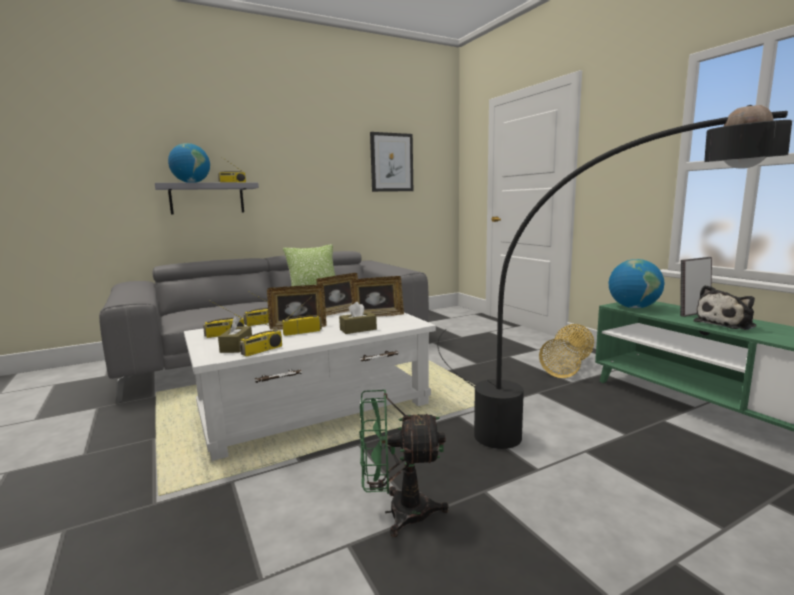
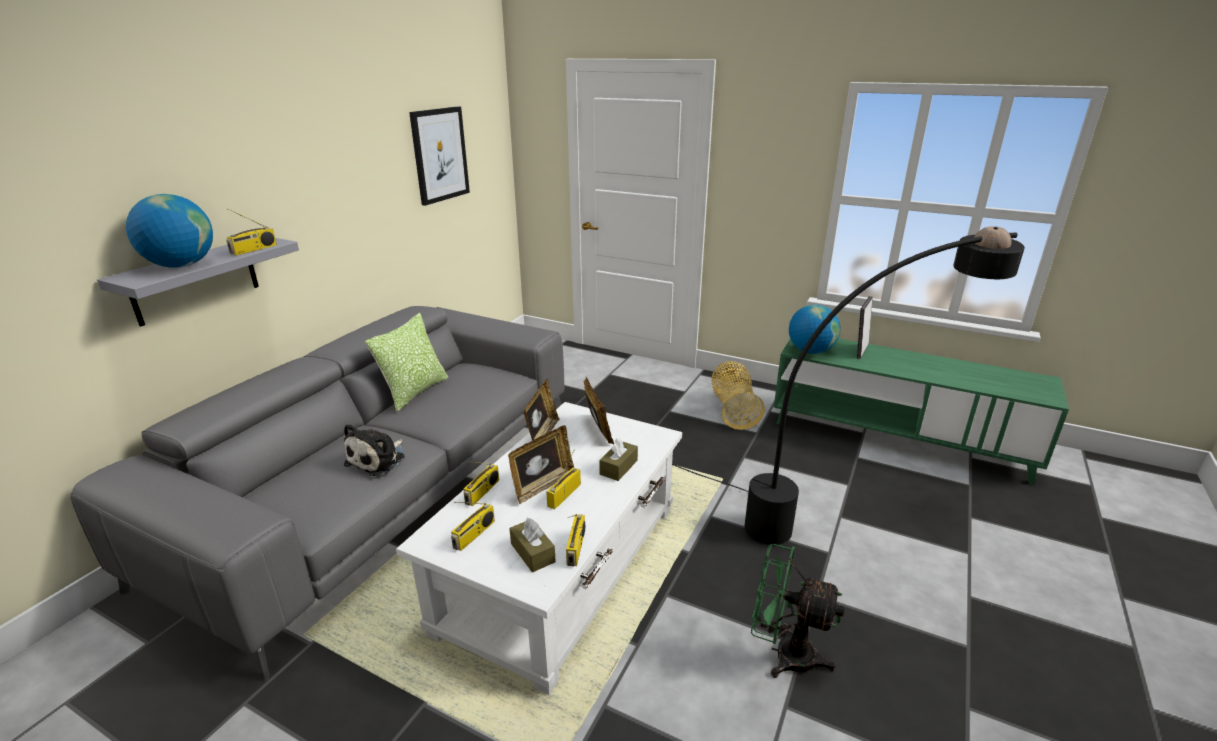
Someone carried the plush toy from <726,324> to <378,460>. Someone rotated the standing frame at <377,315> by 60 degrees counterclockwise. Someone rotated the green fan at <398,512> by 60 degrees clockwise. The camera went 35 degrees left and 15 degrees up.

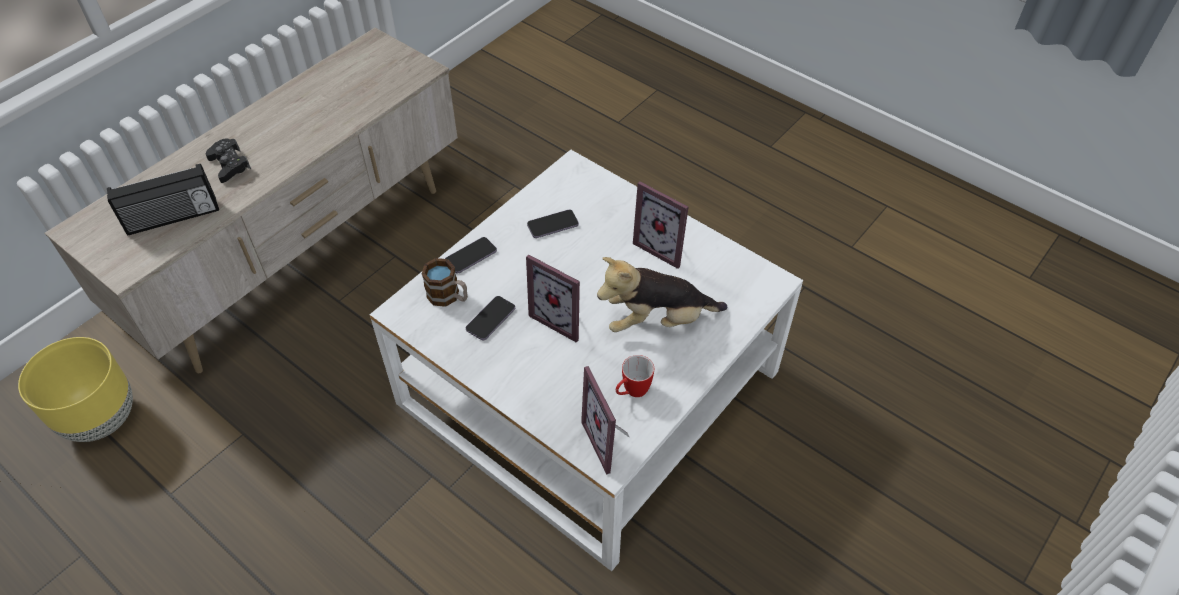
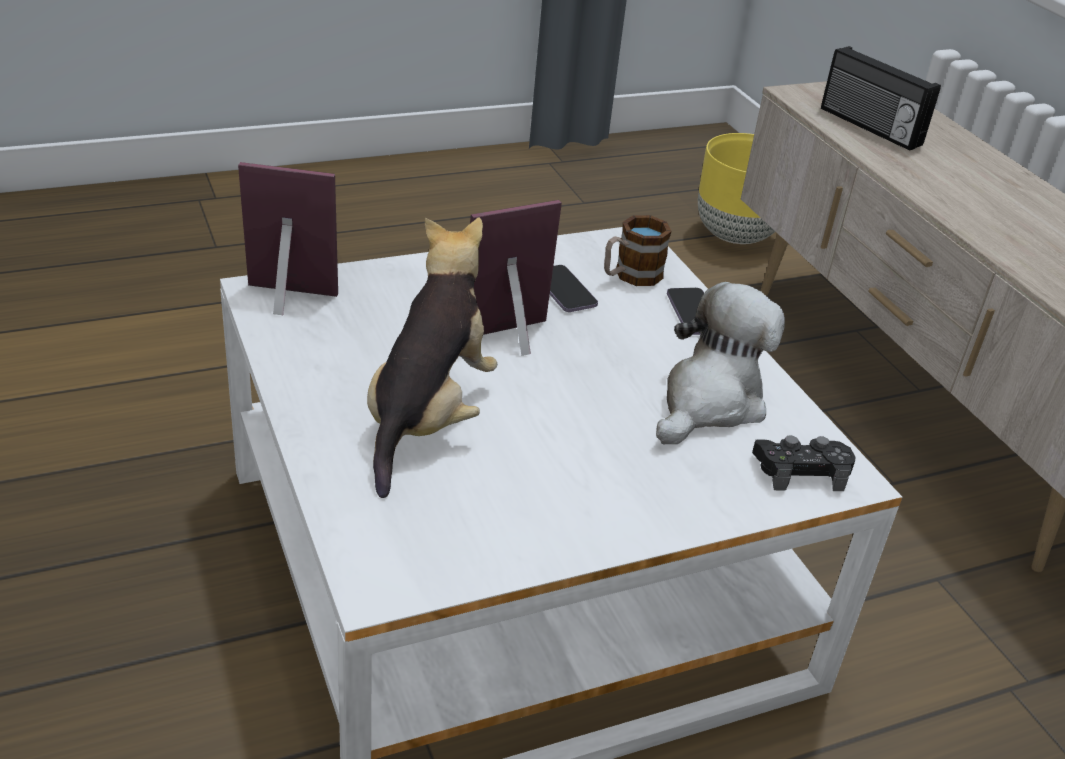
Someone swapped the telephone at <552,225> for the plush toy at <709,402>. Someone carried the black-coloured gamepad from <229,165> to <801,470>. Someone rotated the radio at <173,218> by 45 degrees counterclockwise. Someone took away the mug at <631,392>. Someone took away the standing frame at <664,246>. The camera went 115 degrees right and 15 degrees down.

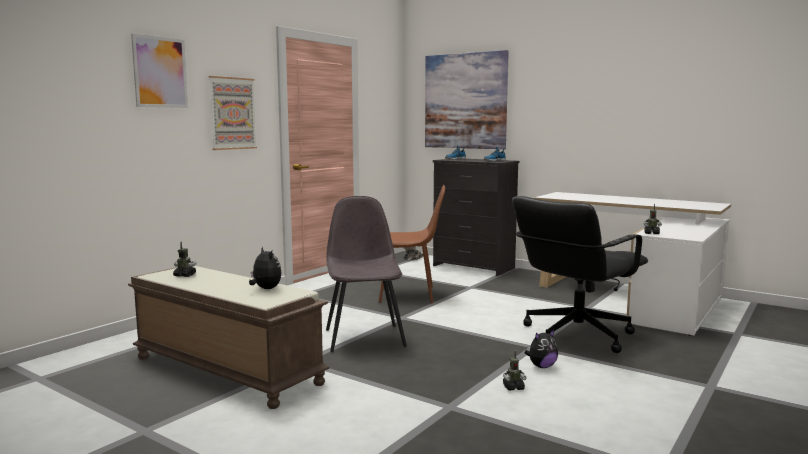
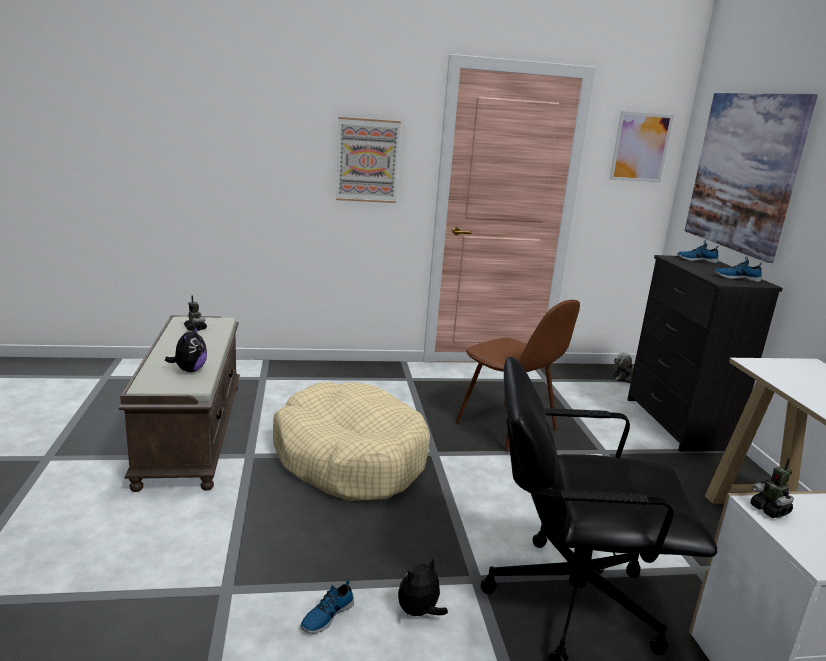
Someone swapped the greyish plain chair at <364,337> for the beige pet bed at <349,458>. Someone swapped the model robot at <513,387> for the shoe at <326,615>. Someone rotated the plush toy at <541,366> by 120 degrees clockwise. Someone carried the wall art from <160,72> to <640,147>. The camera went 45 degrees right and 10 degrees up.

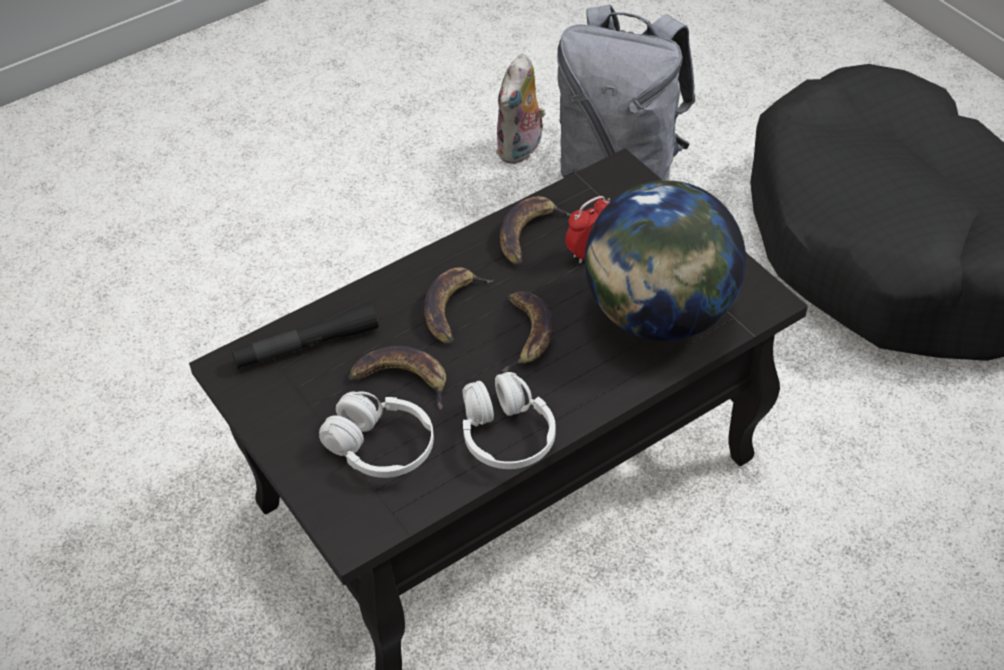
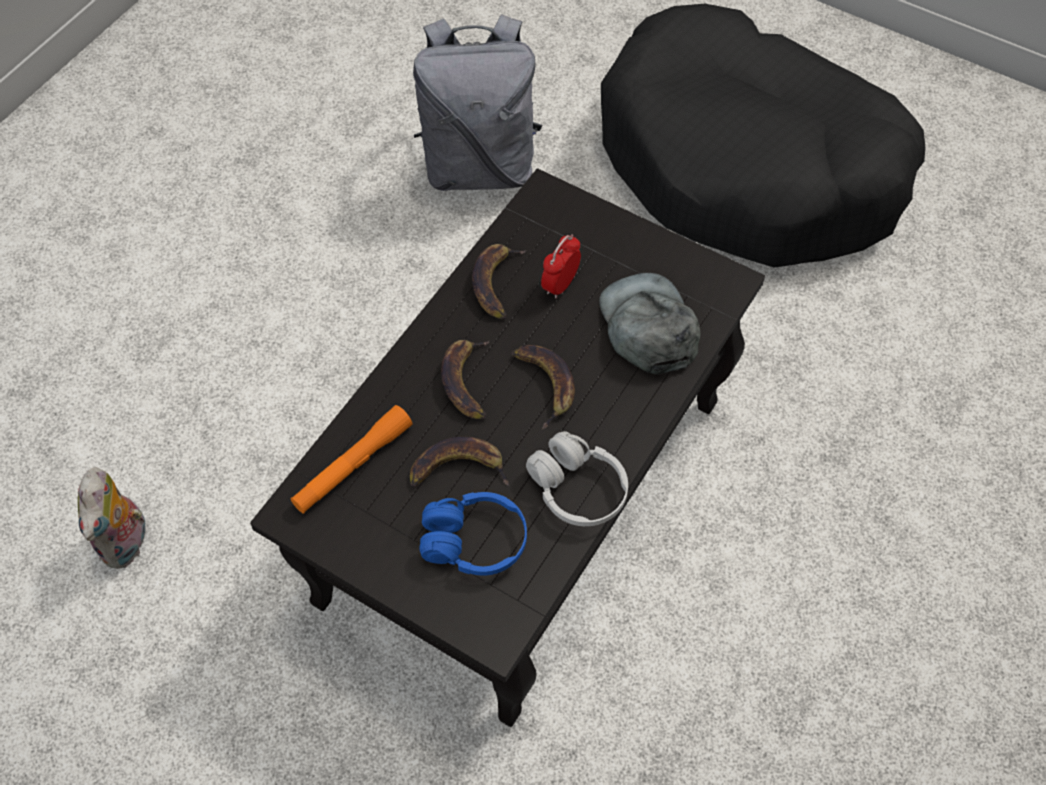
Someone carried the plush toy from <521,150> to <127,543>. Someone repainted the black-coloured torch at <306,346>, which became the orangey torch at <352,466>. Someone repainted the white pair of headphones at <380,447>, which became the blue-coloured pair of headphones at <474,542>. Someone swapped the world globe at <659,315> for the greyish peaked cap at <648,326>. The camera went 25 degrees left and 10 degrees up.

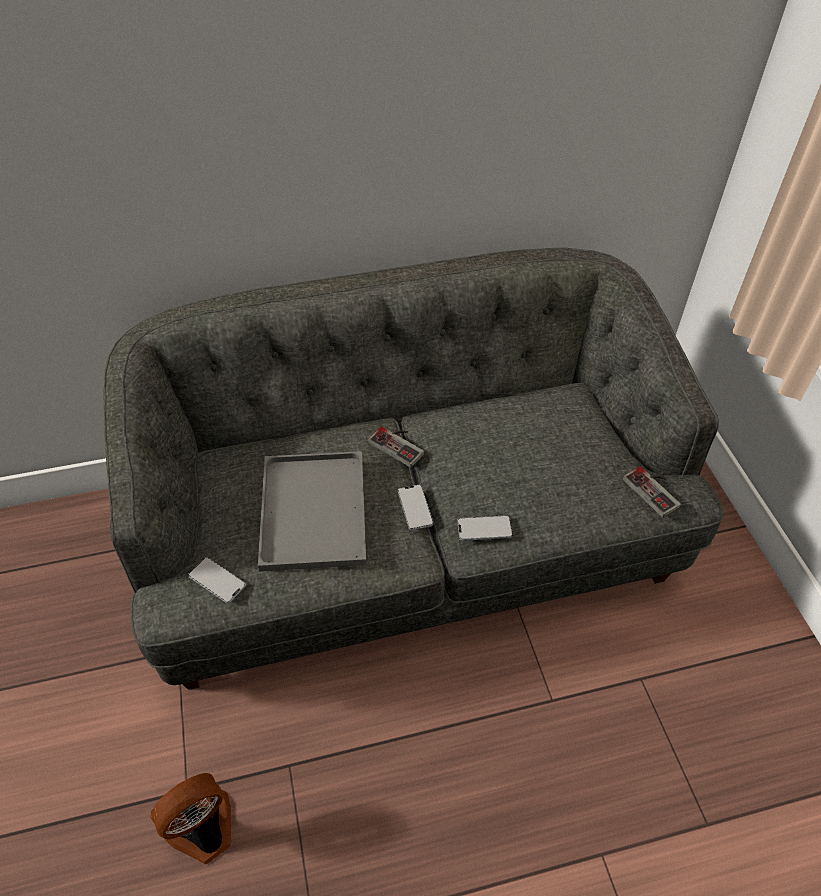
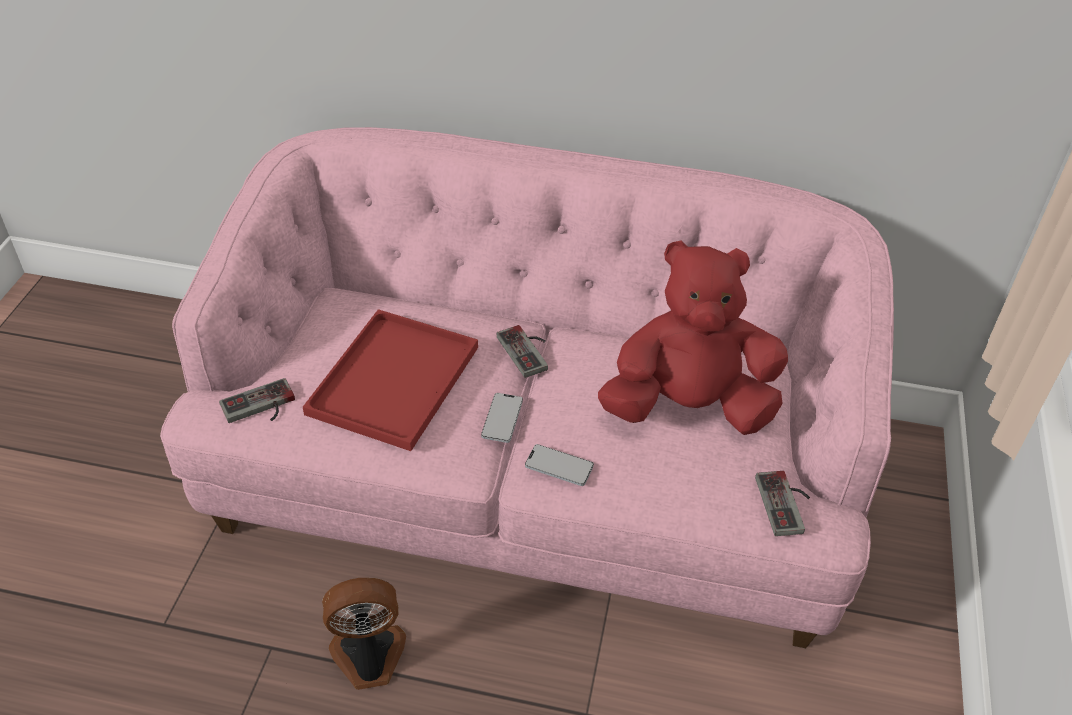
Someone repainted the greyish couch at <411,541>, which became the pink-coloured couch at <533,483>. Someone swapped the telephone at <217,580> for the gamepad at <260,408>. Someone repainted the greyish serving tray at <315,513>, which became the reddish serving tray at <394,383>. Someone carried the fan from <204,830> to <369,659>. Someone put down the reddish plush toy at <688,407>. The camera went 25 degrees right and 5 degrees down.

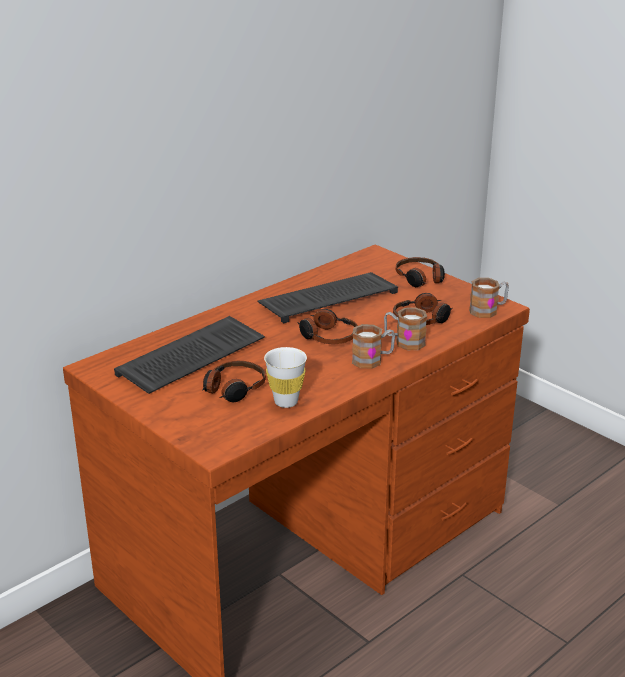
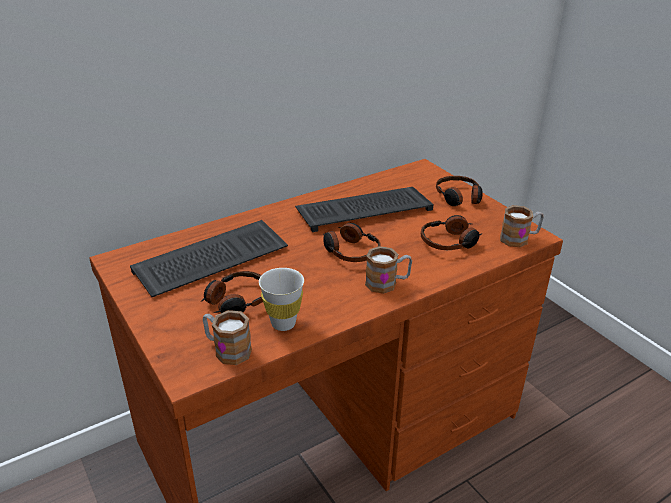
Someone carried the mug from <404,342> to <227,350>. The camera went 10 degrees right and 5 degrees up.

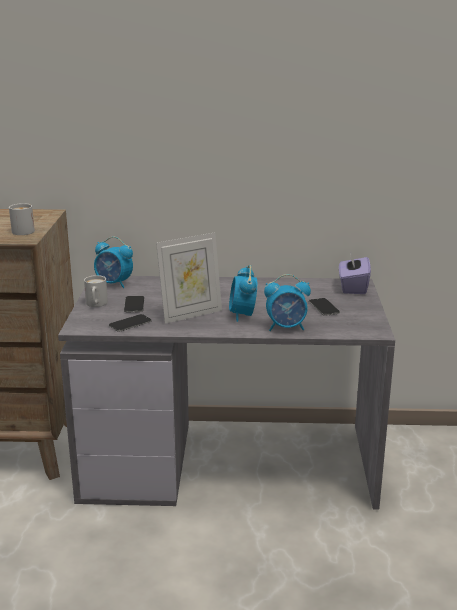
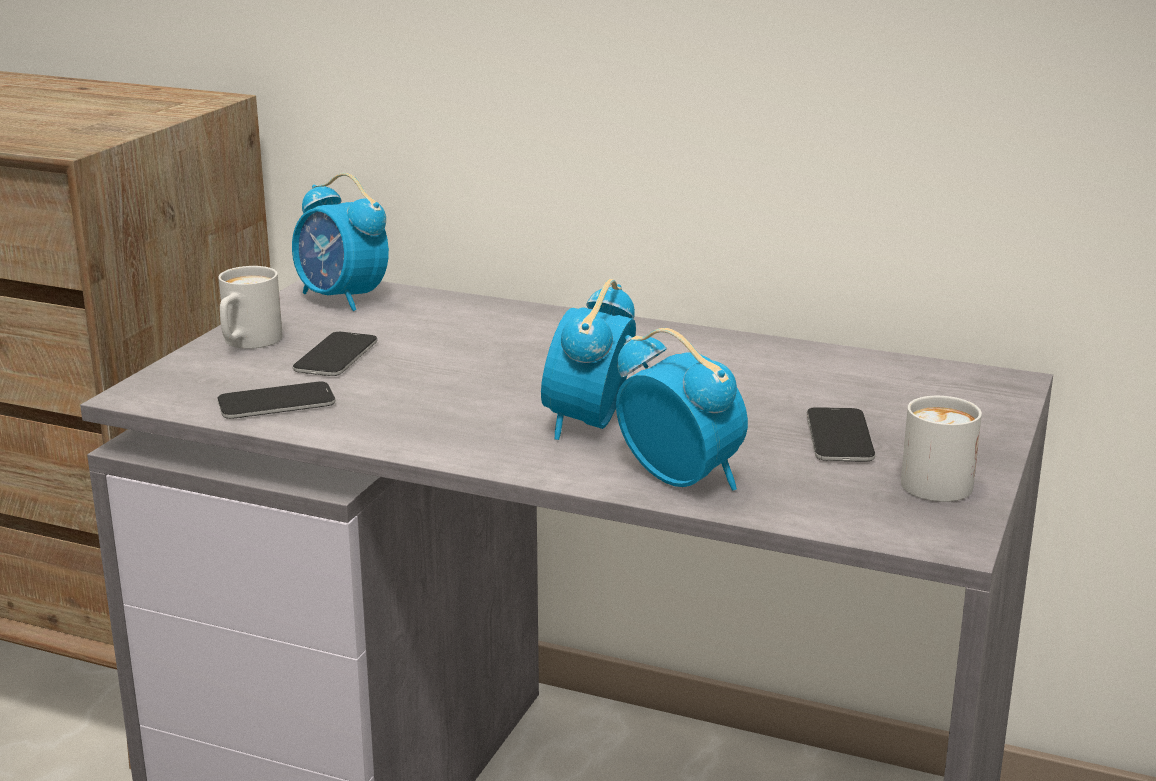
Someone rotated the table clock at <286,327> by 150 degrees counterclockwise. Someone carried the white mug from <23,230> to <935,478>. Someone took away the standing frame at <190,314>. Someone took away the purplish box of tissues at <353,287>. The camera went 20 degrees right and 0 degrees up.

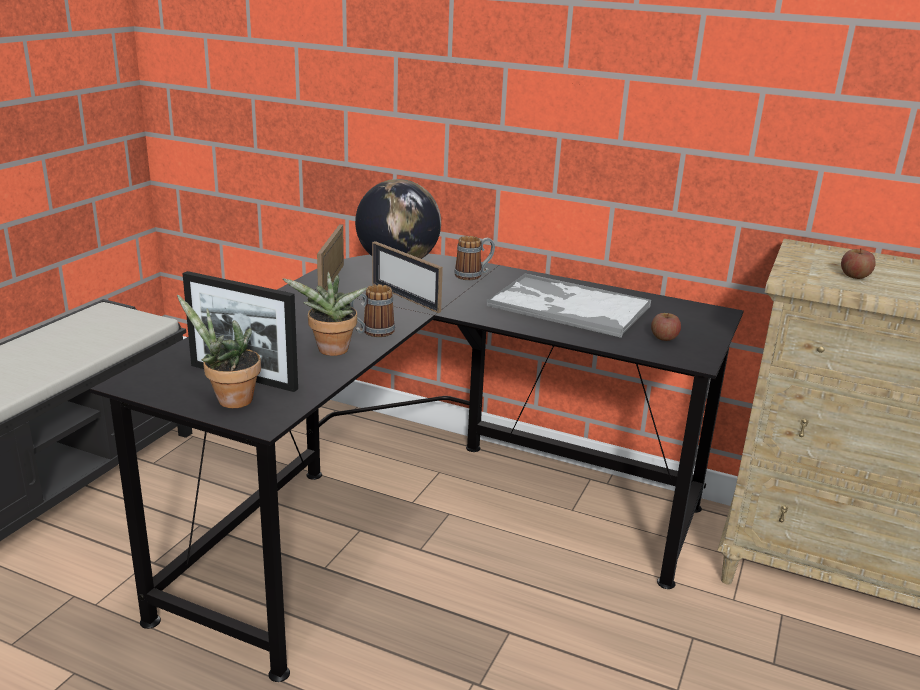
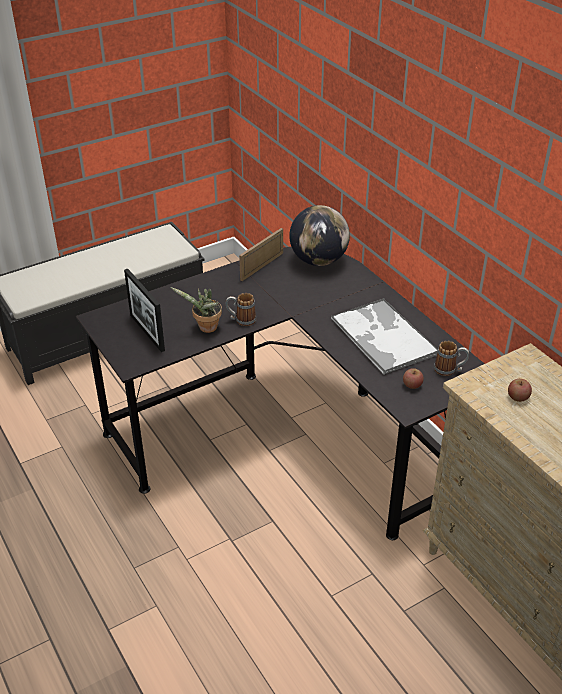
Someone carried the mug from <473,275> to <449,370>. Someone took away the plant in a pot at <229,400>. Someone took away the standing frame at <405,297>. The camera went 35 degrees right and 15 degrees up.

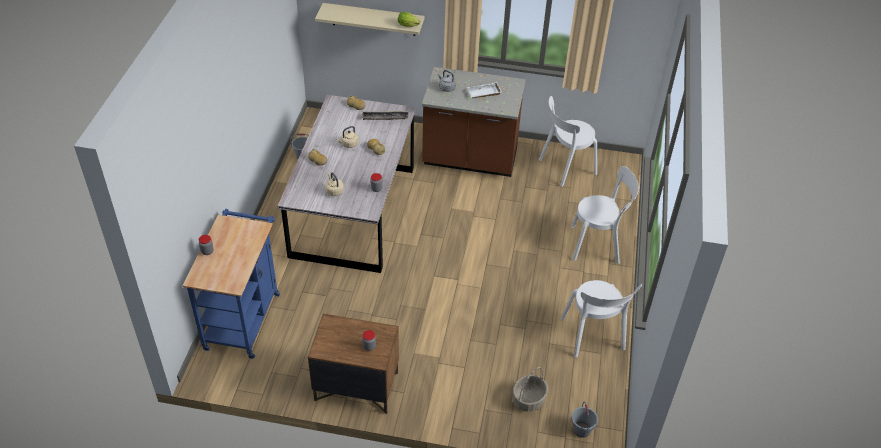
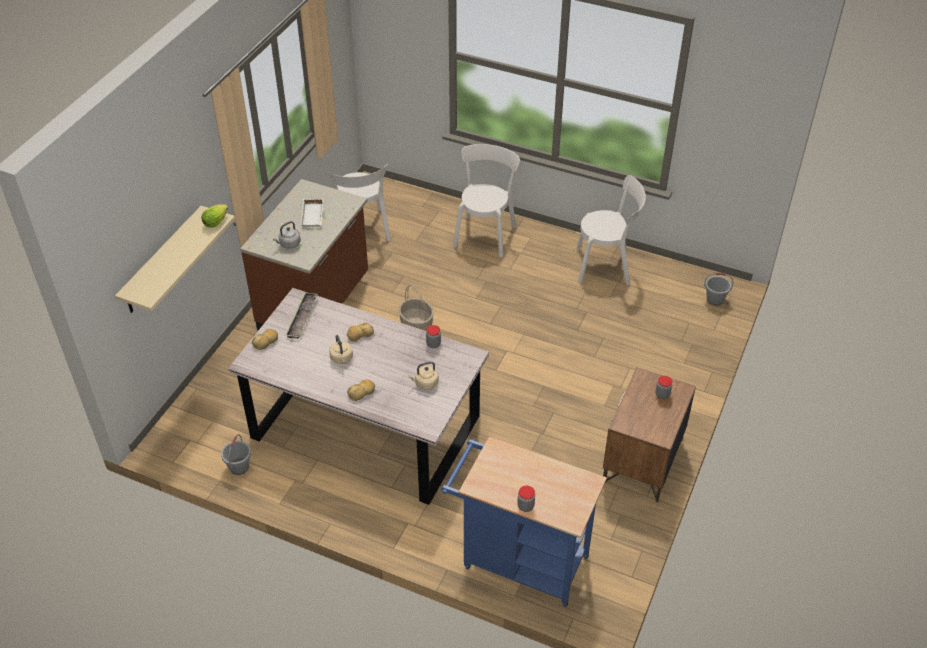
Someone carried the household basket from <528,400> to <417,324>. The camera went 75 degrees left and 0 degrees up.

